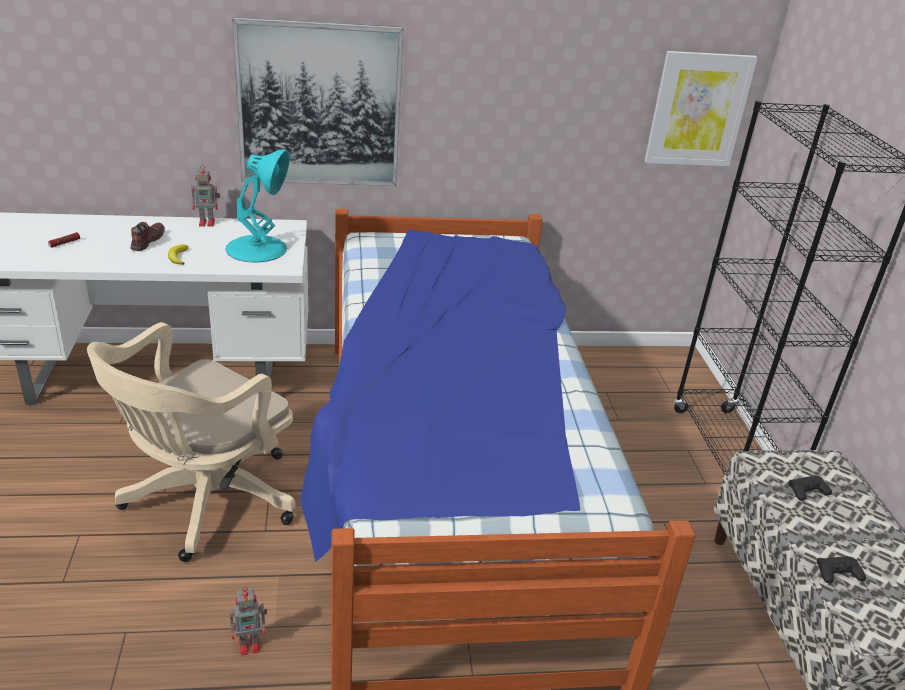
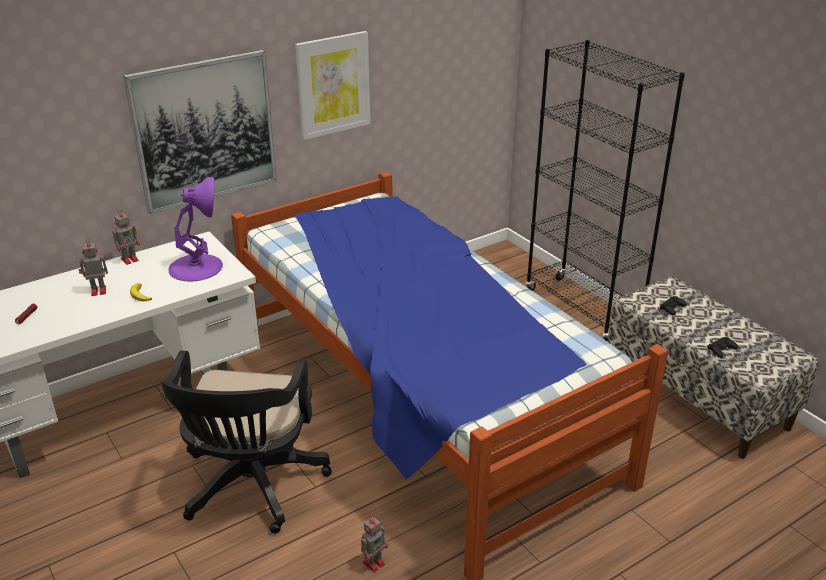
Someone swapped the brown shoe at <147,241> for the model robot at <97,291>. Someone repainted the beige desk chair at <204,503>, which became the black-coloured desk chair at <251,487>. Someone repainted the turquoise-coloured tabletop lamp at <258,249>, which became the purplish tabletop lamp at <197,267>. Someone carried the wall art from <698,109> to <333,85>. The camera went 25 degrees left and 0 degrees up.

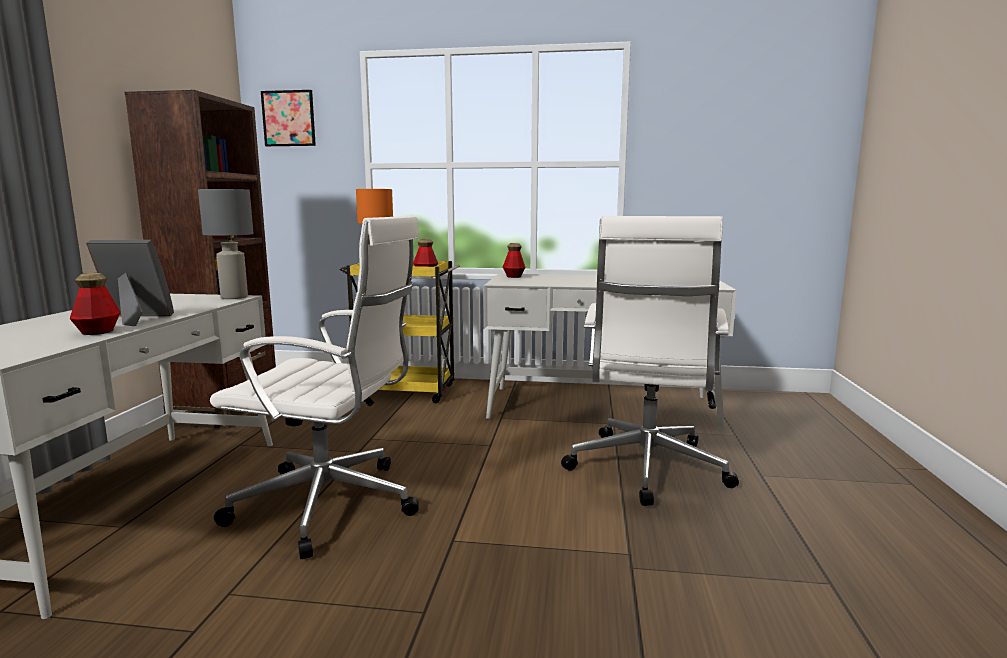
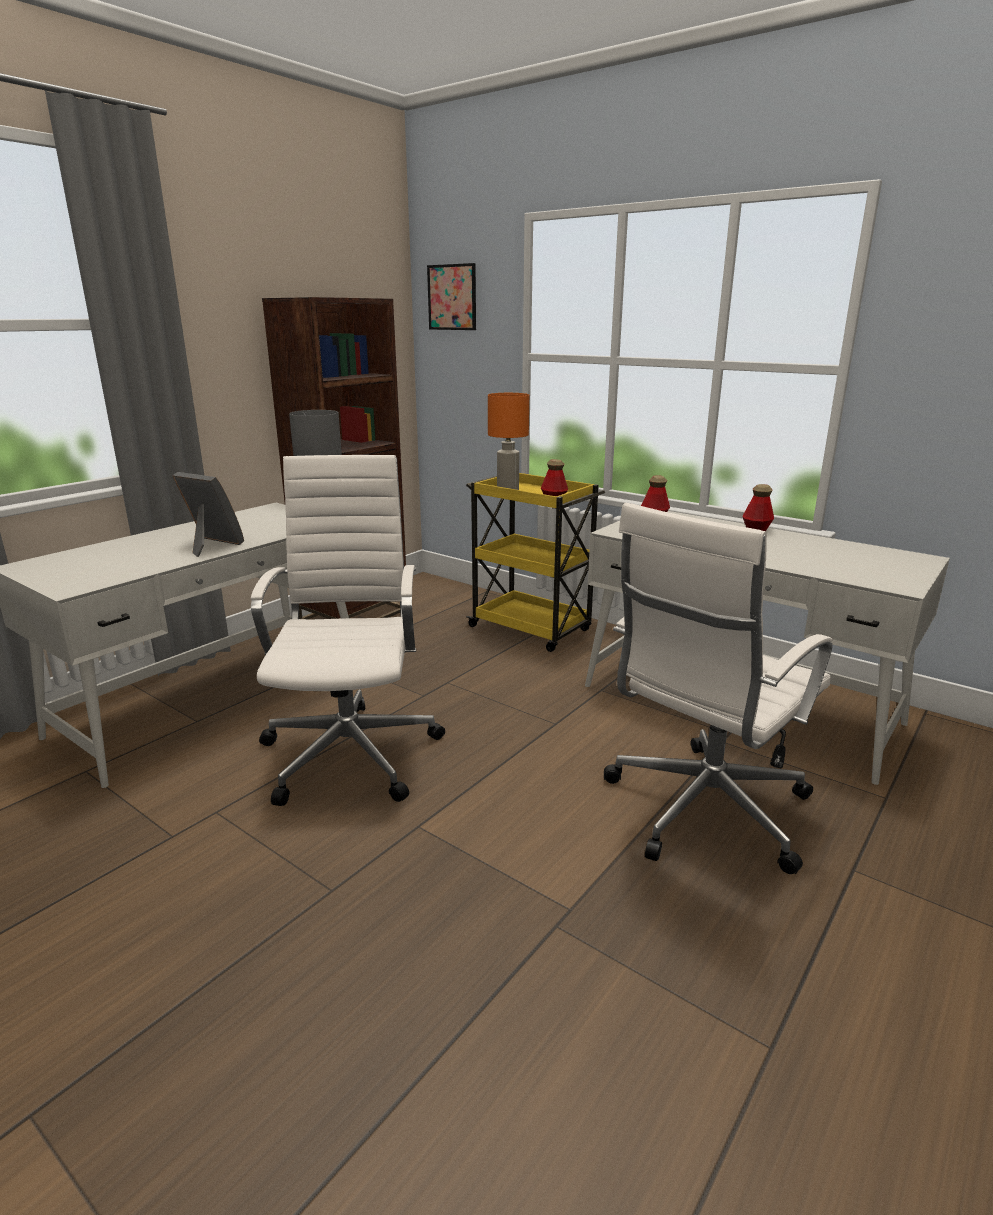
Someone rotated the white desk chair at <331,505> by 135 degrees counterclockwise. Someone carried the drink bottle from <98,332> to <756,529>. The camera went 30 degrees right and 10 degrees up.

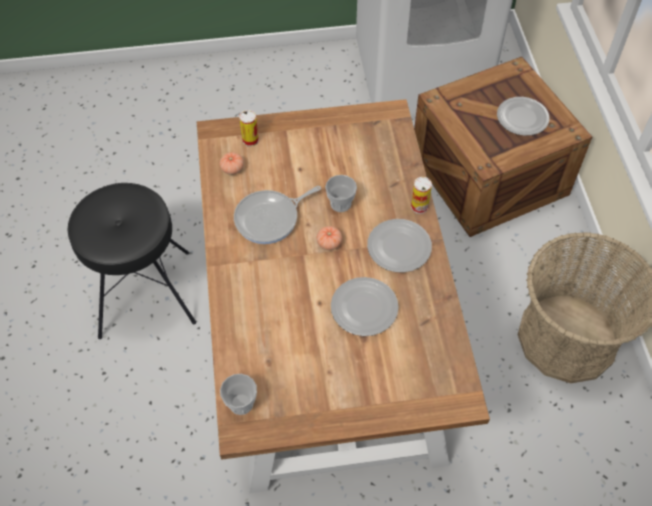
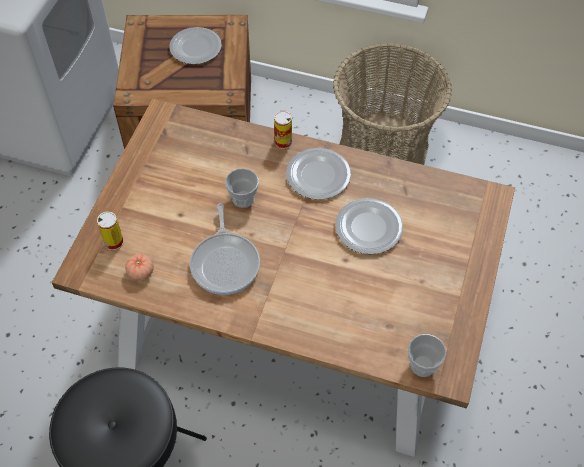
Someone took away the whole tomato at <329,243>. The camera went 65 degrees left and 0 degrees up.

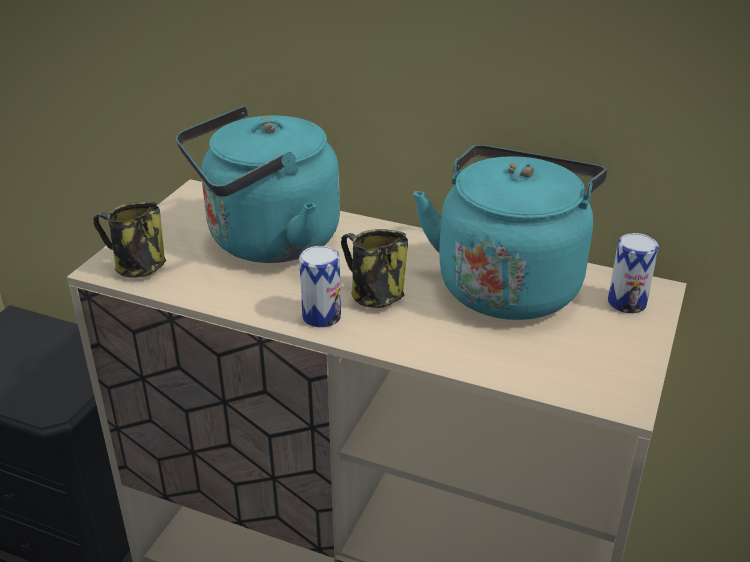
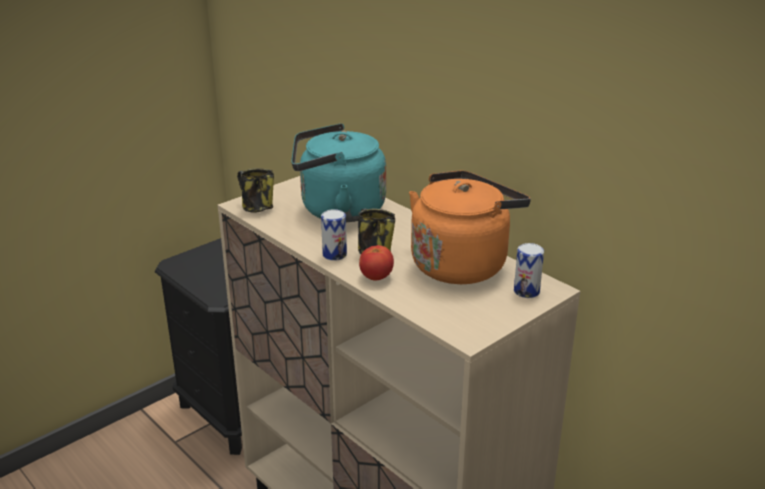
Someone put down the whole tomato at <376,277>. Someone repainted the turquoise-coloured water kettle at <509,283>, which became the orangey water kettle at <462,264>. The camera went 25 degrees right and 5 degrees down.

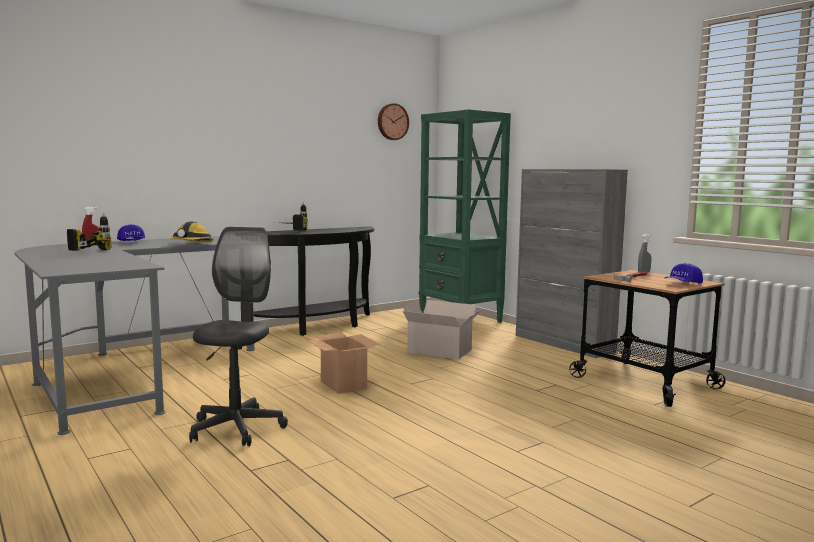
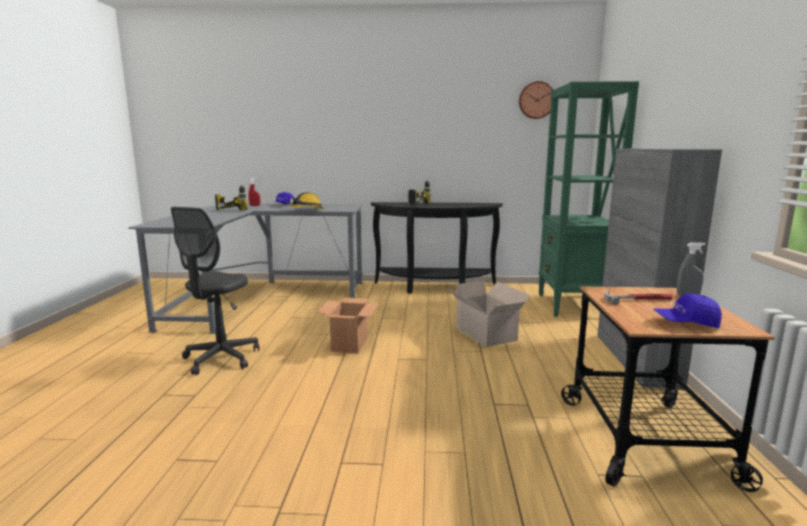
Someone rotated the greyish desk chair at <236,428> by 150 degrees clockwise. The camera went 40 degrees right and 5 degrees up.

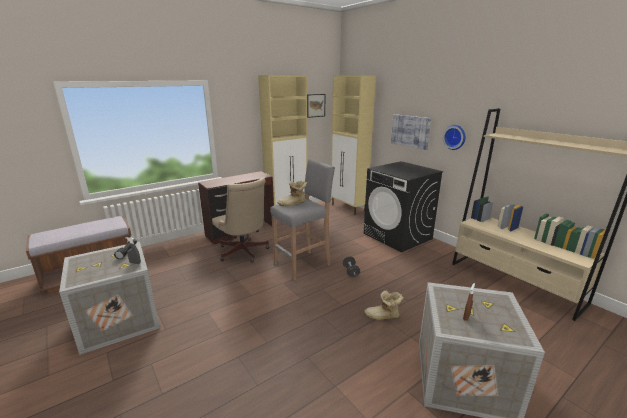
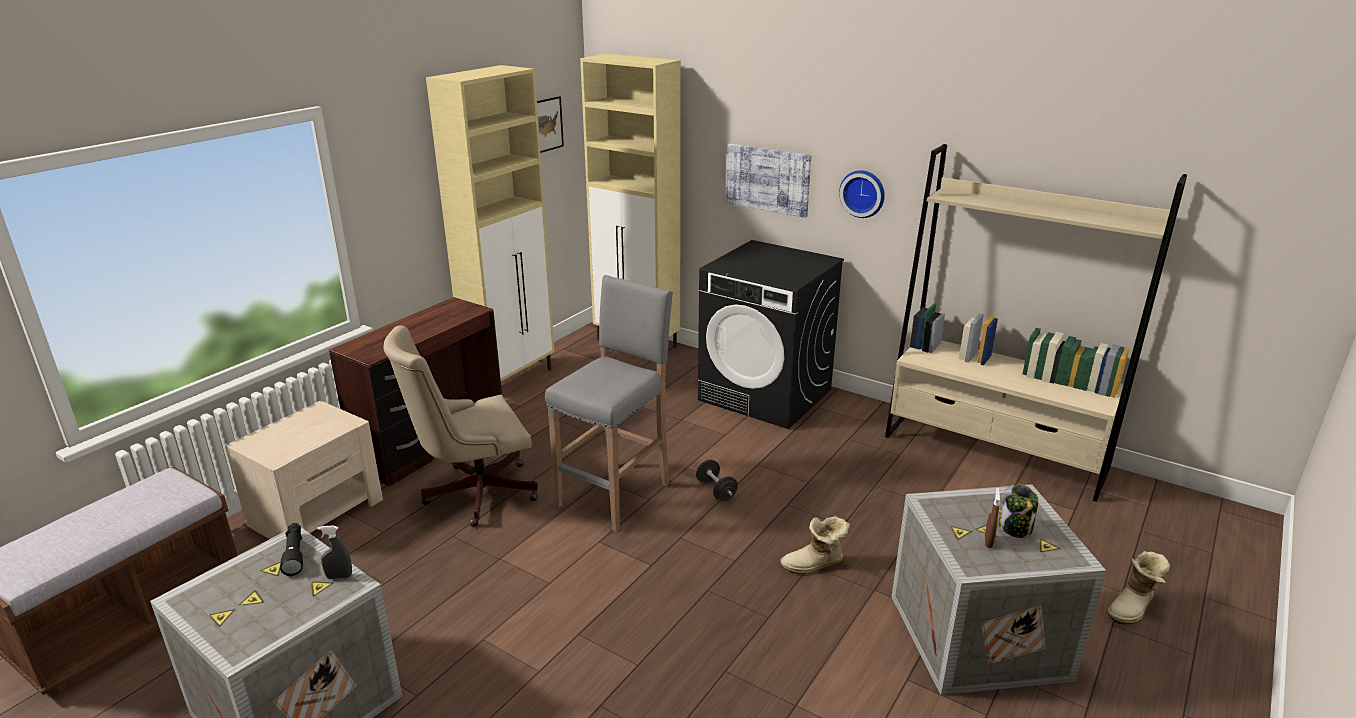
Someone put down the beige bedside table at <317,512>. Someone rotated the beige desk chair at <244,253> by 120 degrees clockwise. Someone put down the jar at <1015,528>. Someone carried the high-top boot from <293,204> to <1133,608>. The camera went 20 degrees left and 5 degrees up.

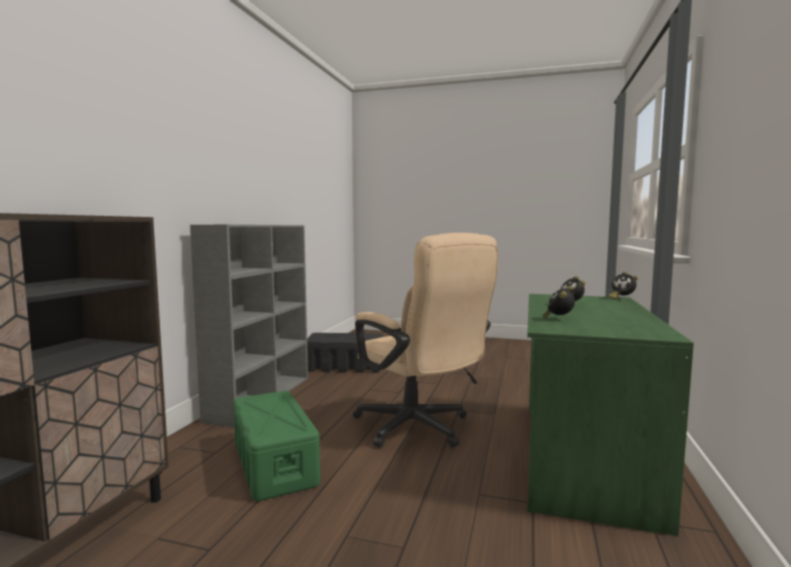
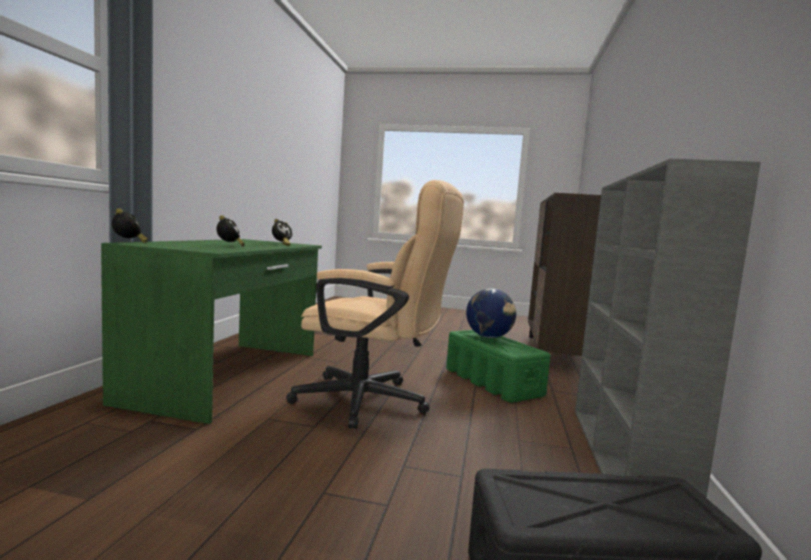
Someone rotated the beige desk chair at <419,429> by 150 degrees clockwise. Someone put down the world globe at <489,337>. The camera went 175 degrees right and 0 degrees up.

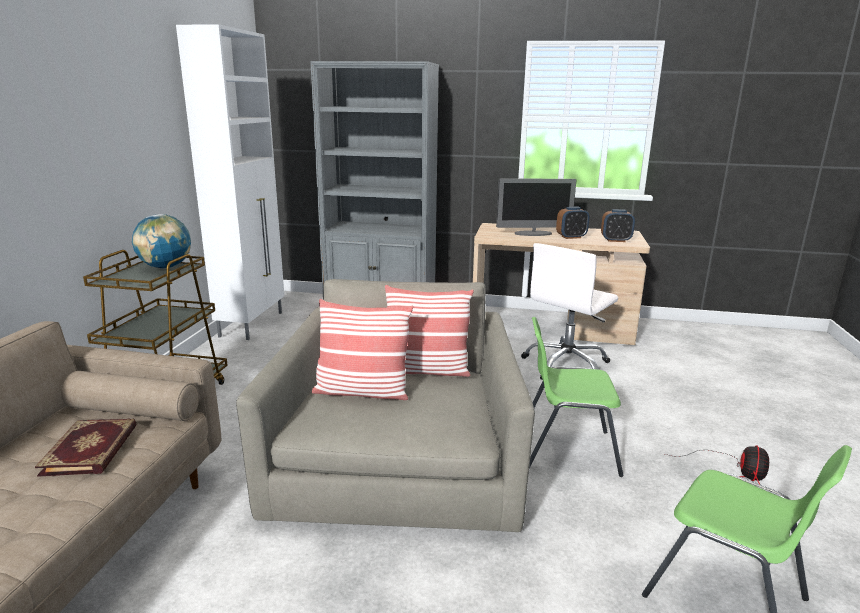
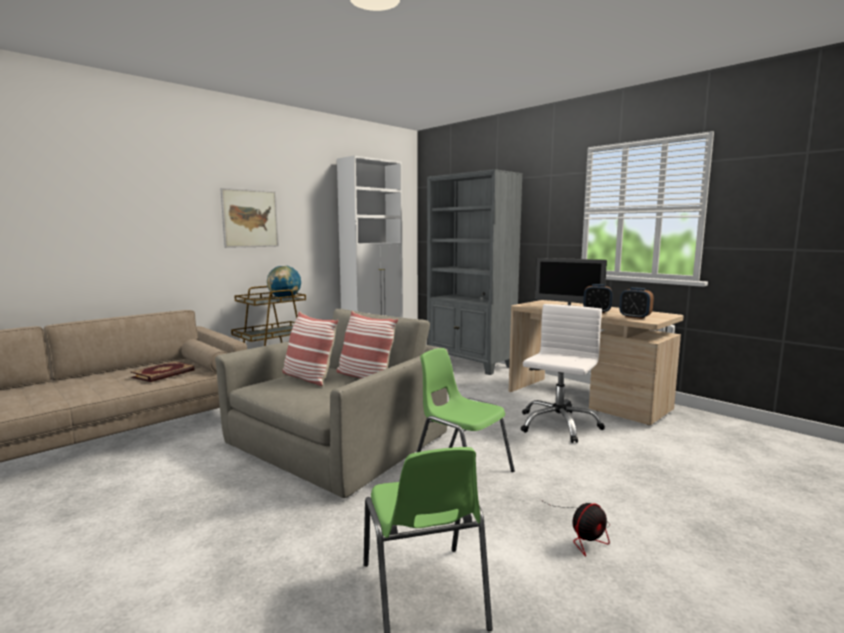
Someone put up the wall art at <250,218>. Someone rotated the white desk chair at <566,365> by 135 degrees clockwise. The camera went 35 degrees right and 10 degrees down.

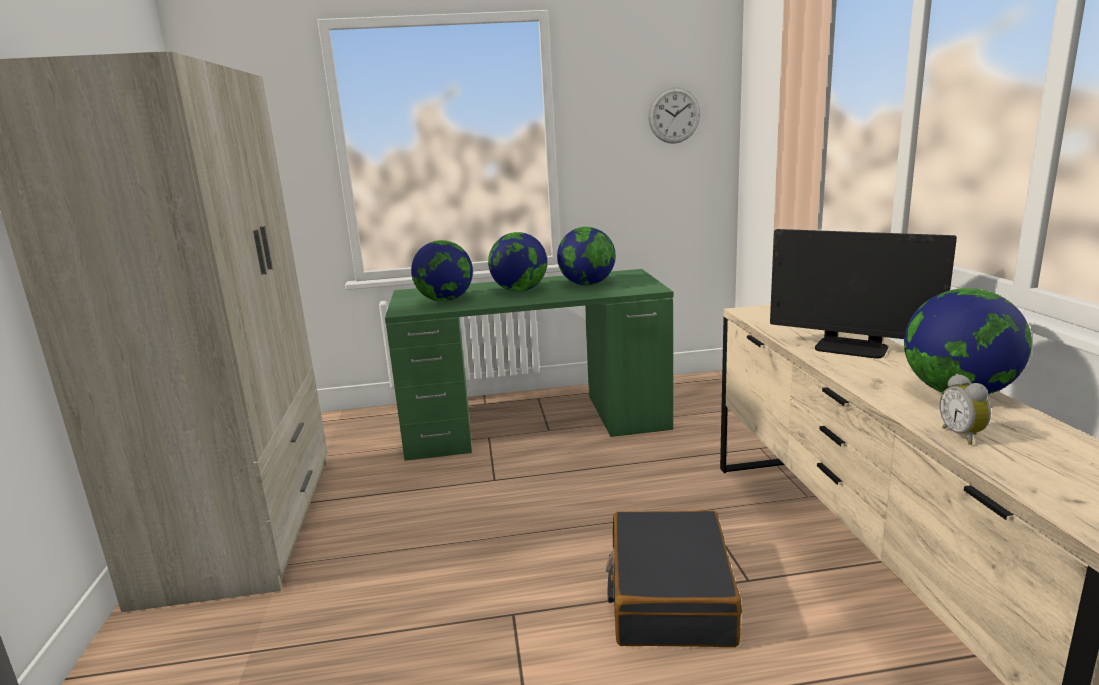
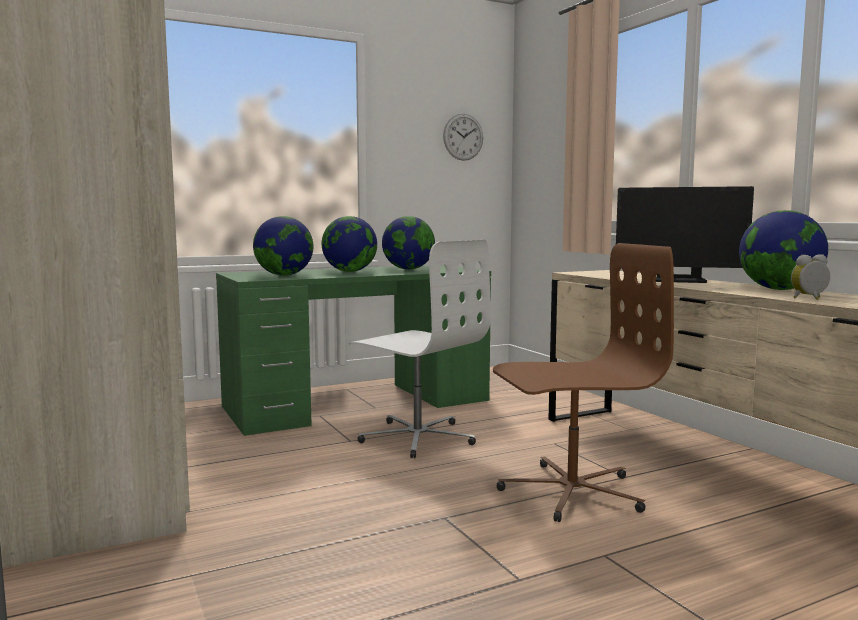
Someone put down the white desk chair at <417,437>. Someone swapped the black-coloured travel case at <669,595> for the brown desk chair at <570,491>. Someone rotated the table clock at <963,435> by 105 degrees clockwise. The camera went 20 degrees left and 10 degrees down.

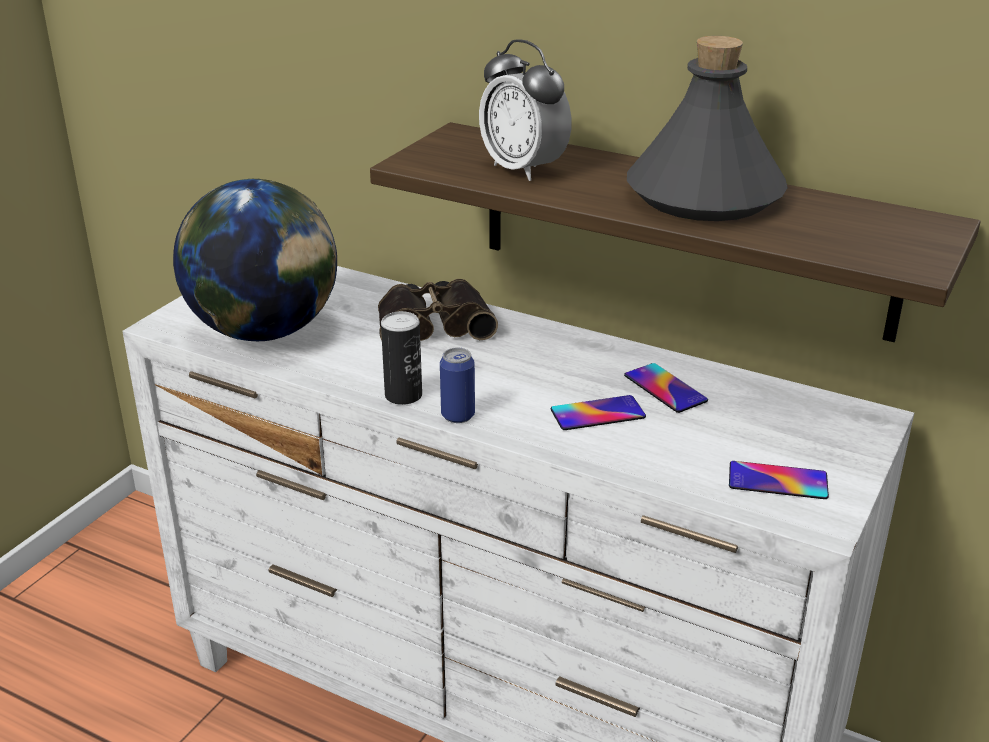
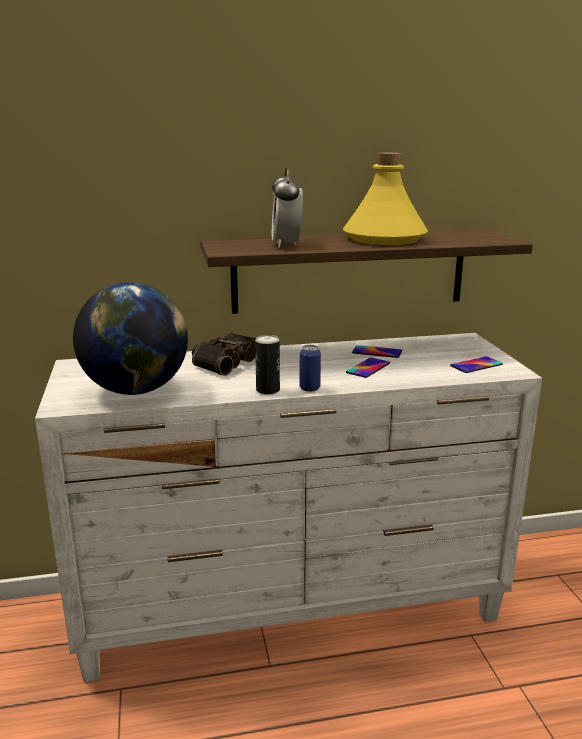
Someone rotated the table clock at <523,169> by 75 degrees clockwise. Someone repainted the greyish drink bottle at <705,196>, which became the yellow drink bottle at <385,239>. The camera went 40 degrees left and 10 degrees down.

